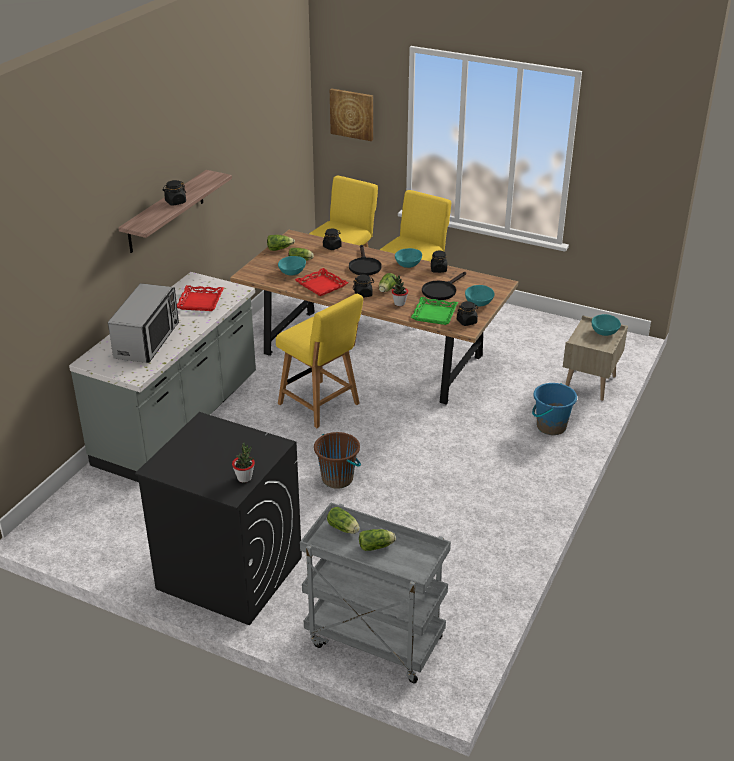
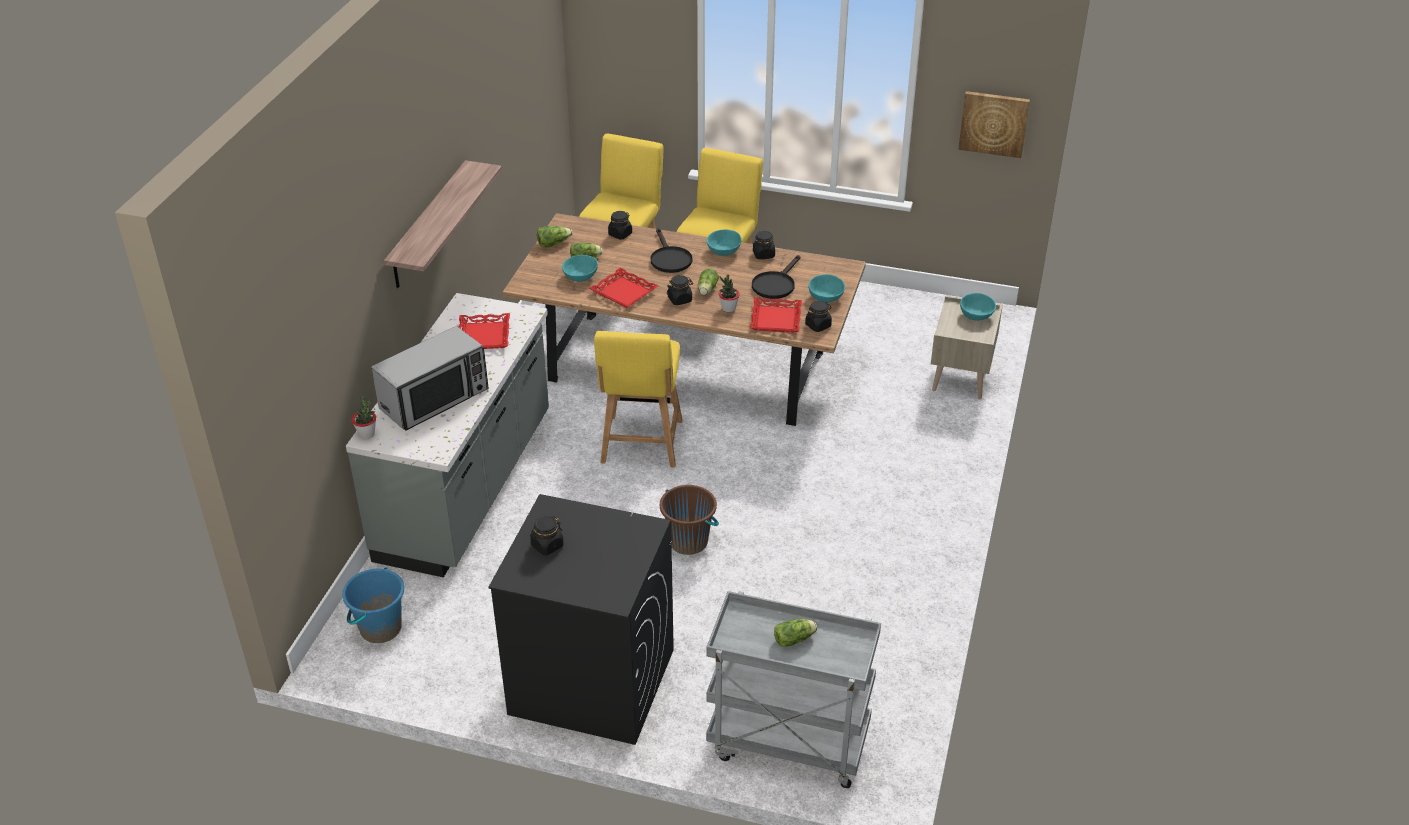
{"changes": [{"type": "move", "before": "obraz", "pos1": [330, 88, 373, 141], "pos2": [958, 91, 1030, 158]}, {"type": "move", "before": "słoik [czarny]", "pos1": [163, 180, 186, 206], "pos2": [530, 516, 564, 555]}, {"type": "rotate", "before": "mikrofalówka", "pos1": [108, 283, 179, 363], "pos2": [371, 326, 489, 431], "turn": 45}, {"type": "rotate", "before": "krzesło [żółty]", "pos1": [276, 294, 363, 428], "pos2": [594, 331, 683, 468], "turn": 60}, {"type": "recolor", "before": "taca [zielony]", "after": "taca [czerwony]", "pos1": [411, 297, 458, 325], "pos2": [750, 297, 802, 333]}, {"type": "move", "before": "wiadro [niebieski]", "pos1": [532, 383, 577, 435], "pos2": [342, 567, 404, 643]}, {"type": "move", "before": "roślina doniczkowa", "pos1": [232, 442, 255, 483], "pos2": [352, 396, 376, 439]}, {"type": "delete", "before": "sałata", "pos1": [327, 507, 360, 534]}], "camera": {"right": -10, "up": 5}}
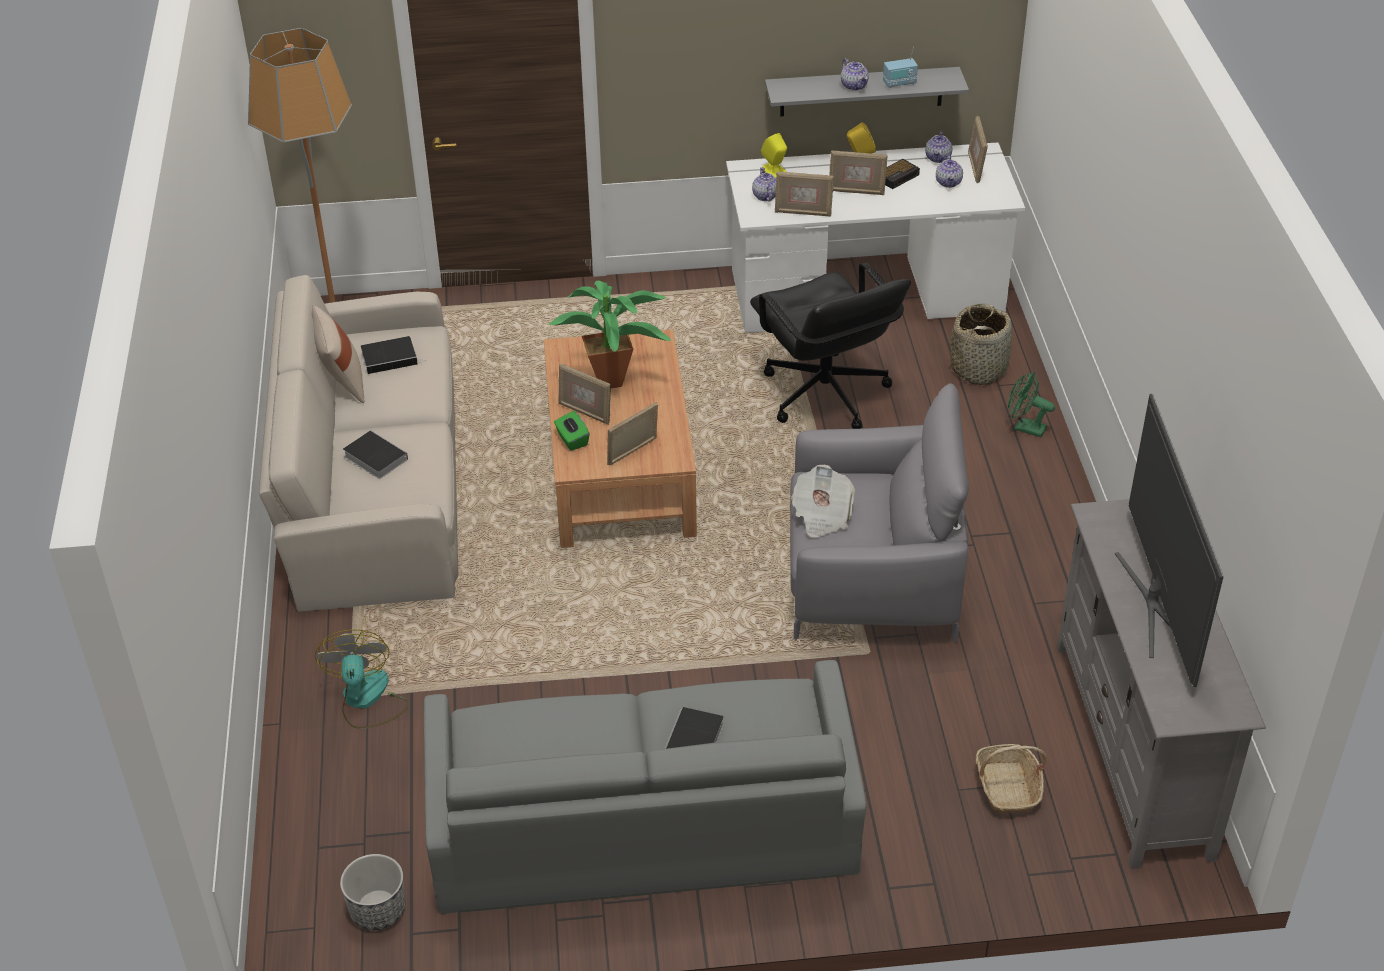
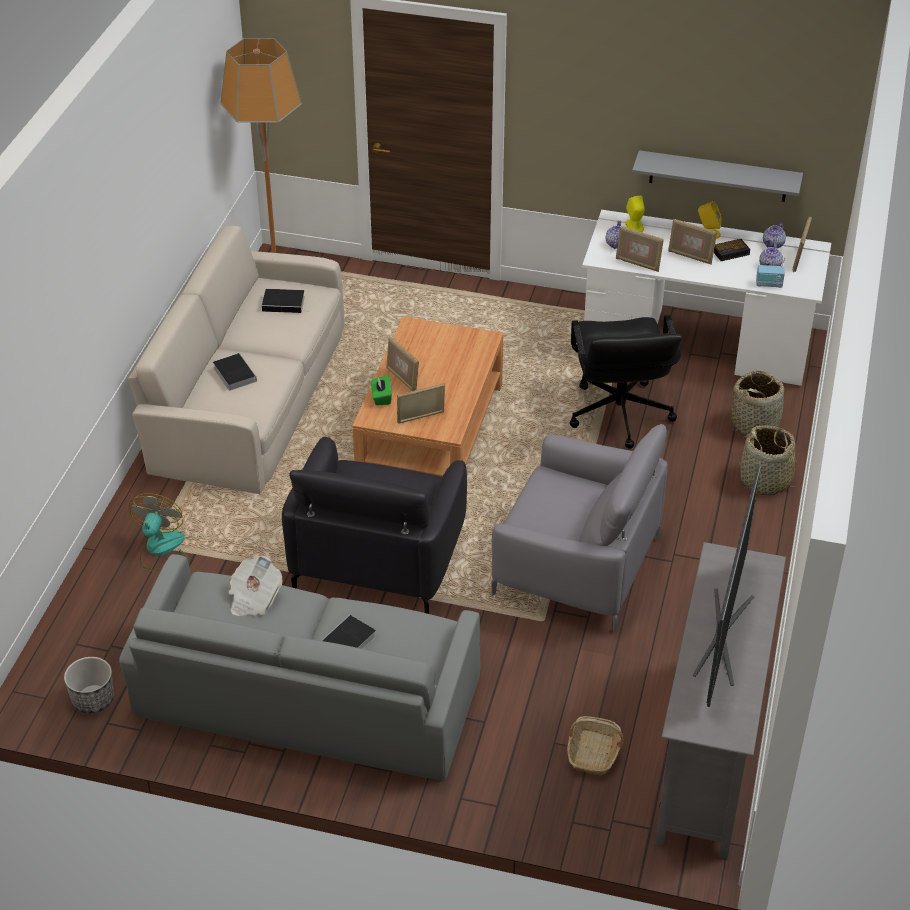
{"changes": [{"type": "move", "before": "radio", "pos1": [883, 47, 918, 88], "pos2": [756, 258, 785, 288]}, {"type": "delete", "before": "imbryk", "pos1": [841, 58, 869, 91]}, {"type": "delete", "before": "roślina doniczkowa", "pos1": [549, 280, 671, 388]}, {"type": "delete", "before": "poduszka [beżowy]", "pos1": [312, 306, 364, 403]}, {"type": "replace", "before": "wentylator [zielony]", "after": "koszyk", "pos1": [1008, 372, 1055, 437], "pos2": [738, 425, 799, 495]}, {"type": "move", "before": "gazeta", "pos1": [791, 465, 855, 538], "pos2": [229, 556, 283, 616]}, {"type": "insert", "after": "fotel [czarny]", "pos2": [282, 437, 467, 614]}], "camera": {"right": 20, "up": 0}}
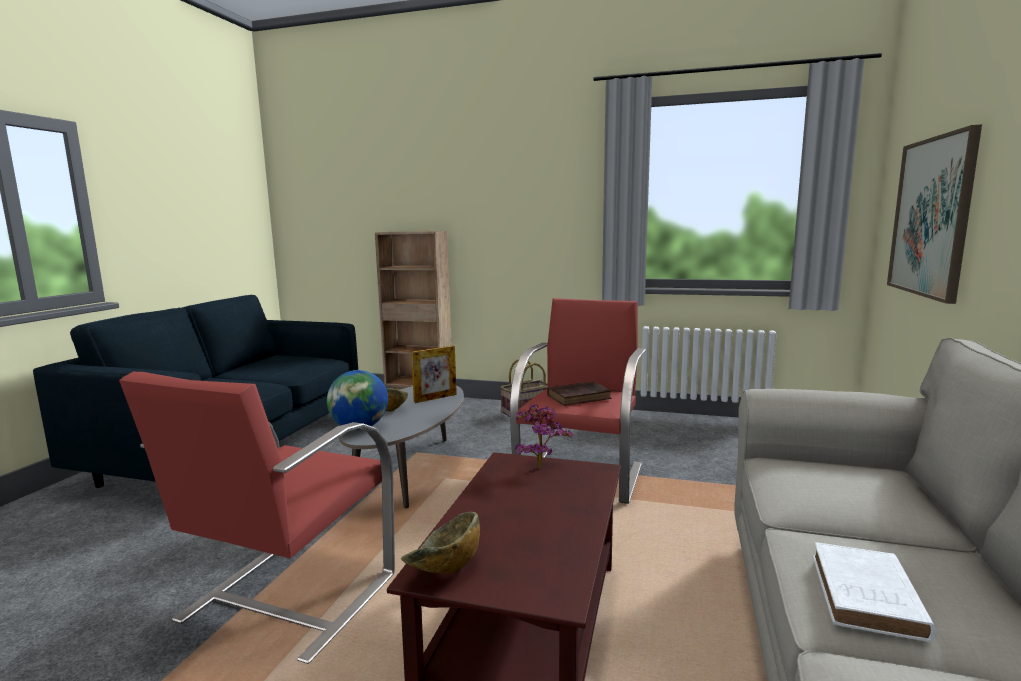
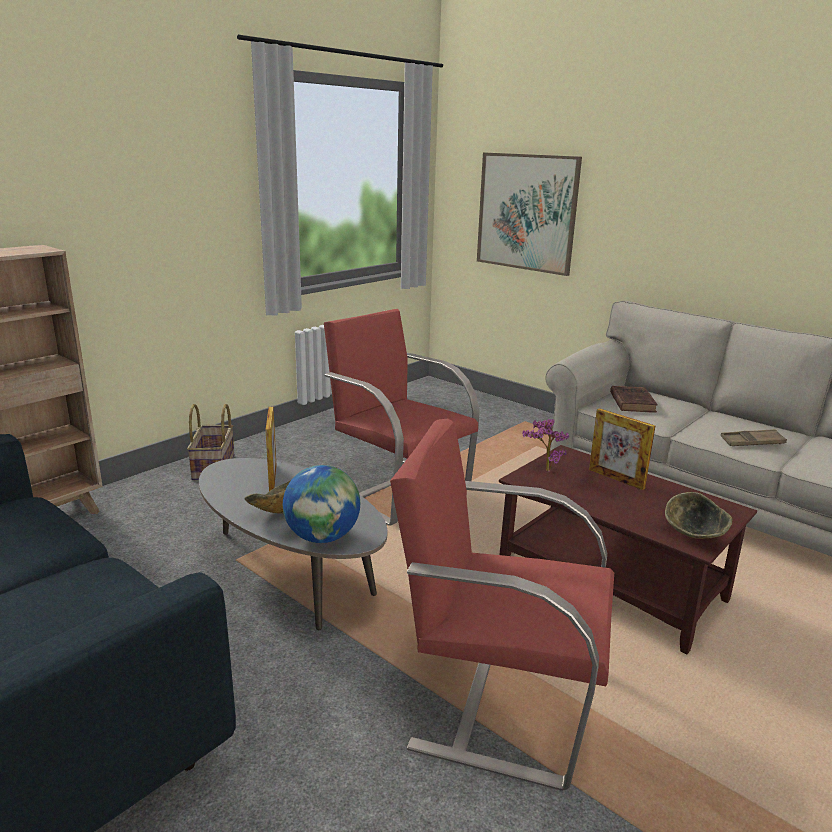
{"changes": [{"type": "rotate", "before": "fotel [czerwony]", "pos1": [119, 372, 395, 664], "pos2": [390, 419, 614, 791], "turn": 150}, {"type": "move", "before": "książka [brązowy]", "pos1": [547, 381, 612, 406], "pos2": [610, 386, 658, 413]}, {"type": "replace", "before": "książka [biały]", "after": "taca [brązowy]", "pos1": [813, 542, 936, 642], "pos2": [721, 429, 787, 446]}, {"type": "insert", "after": "ramka na zdjęcie", "pos2": [589, 408, 655, 490]}], "camera": {"right": -65, "up": 10}}
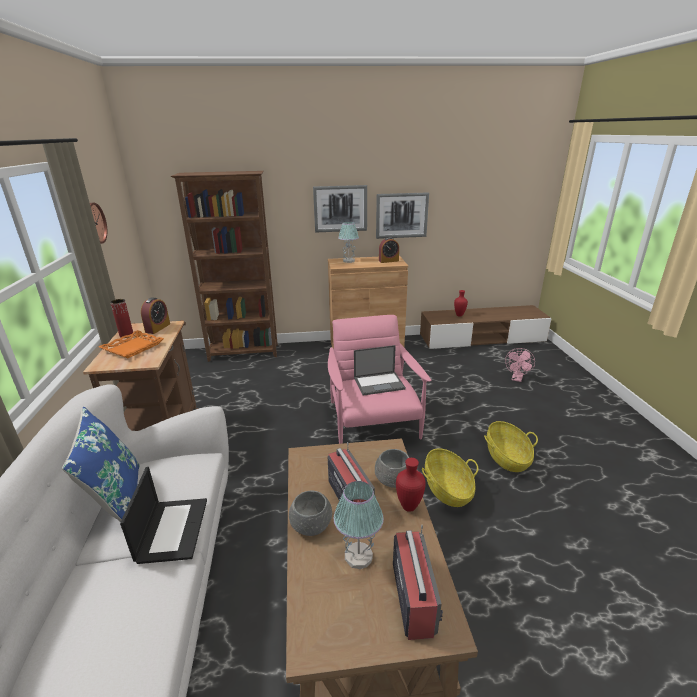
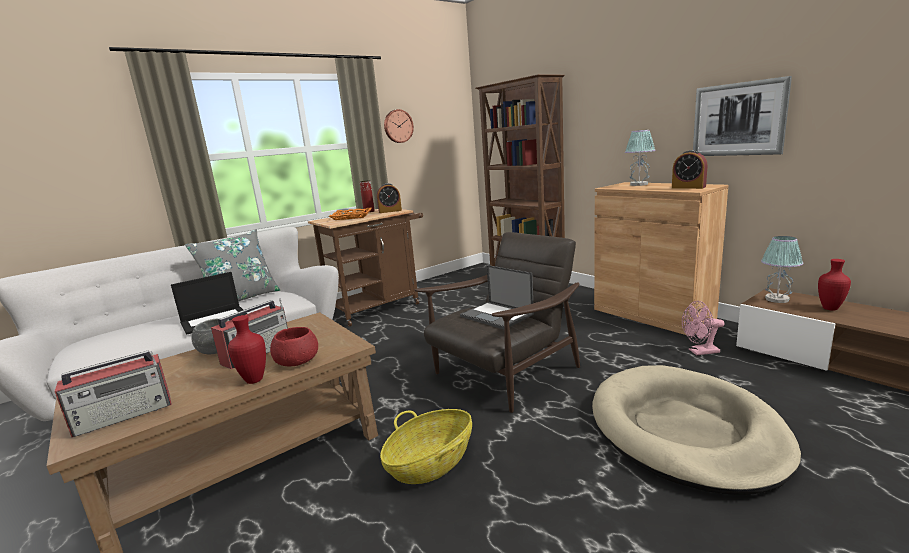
{"changes": [{"type": "delete", "before": "obraz", "pos1": [313, 185, 367, 232]}, {"type": "recolor", "before": "fotel [różowy]", "after": "fotel [brązowy]", "pos1": [328, 315, 431, 444], "pos2": [415, 232, 580, 413]}, {"type": "move", "before": "wentylator [różowy]", "pos1": [505, 348, 535, 382], "pos2": [682, 301, 725, 355]}, {"type": "recolor", "before": "poduszka [niebieski]", "after": "poduszka [szary]", "pos1": [62, 406, 139, 522], "pos2": [185, 229, 280, 301]}, {"type": "delete", "before": "koszyk", "pos1": [484, 421, 538, 472]}, {"type": "recolor", "before": "miska [szary]", "after": "miska [czerwony]", "pos1": [375, 449, 410, 488], "pos2": [270, 327, 318, 366]}, {"type": "move", "before": "lampa stołowa", "pos1": [334, 481, 384, 569], "pos2": [761, 236, 803, 303]}, {"type": "insert", "after": "legowisko [beżowy]", "pos2": [592, 365, 801, 495]}], "camera": {"right": 60, "up": -10}}
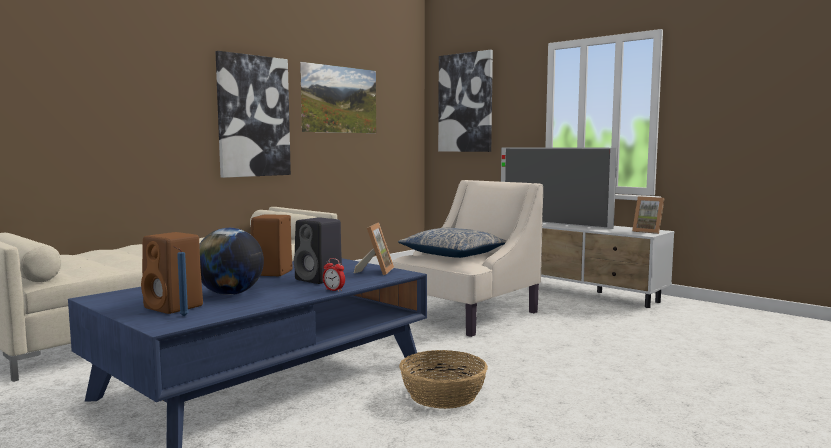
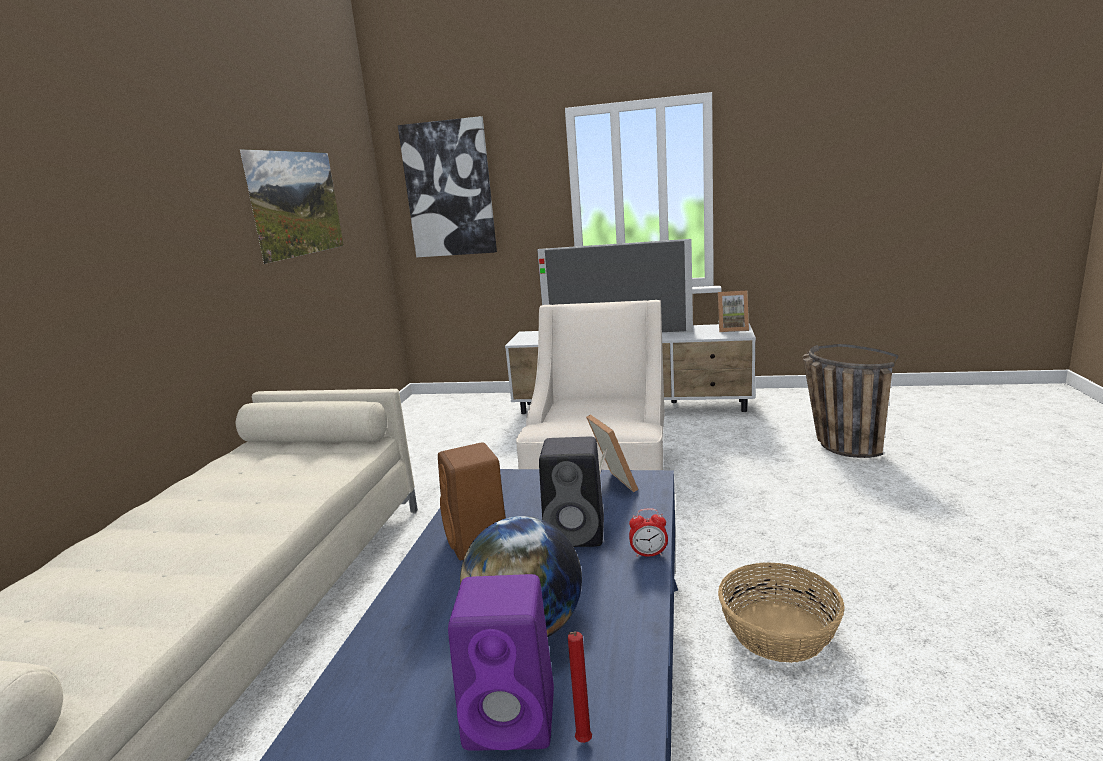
{"changes": [{"type": "delete", "before": "obraz", "pos1": [215, 51, 291, 178]}, {"type": "delete", "before": "poduszka", "pos1": [398, 228, 507, 258]}, {"type": "recolor", "before": "głośnik [brązowy]", "after": "głośnik [fioletowy]", "pos1": [141, 232, 203, 314], "pos2": [448, 574, 554, 751]}, {"type": "recolor", "before": "świeca [niebieski]", "after": "świeca [czerwony]", "pos1": [173, 246, 189, 316], "pos2": [568, 631, 592, 743]}, {"type": "insert", "after": "koszyk", "pos2": [803, 344, 898, 458]}], "camera": {"right": -30, "up": 10}}
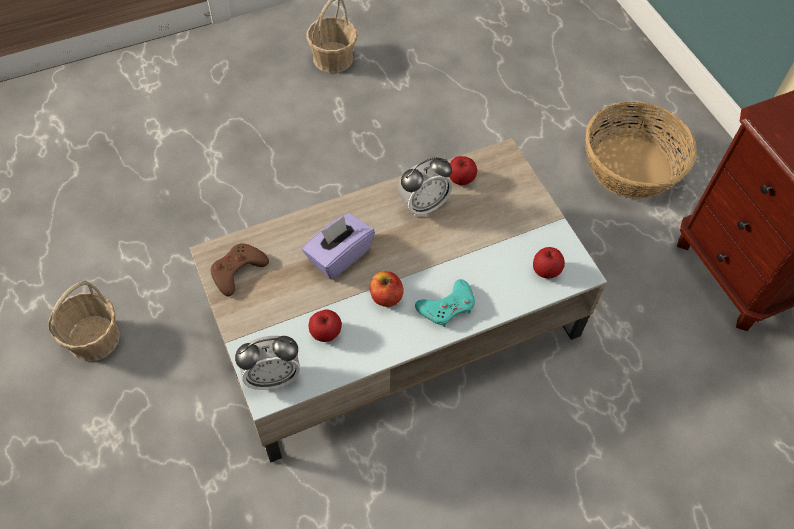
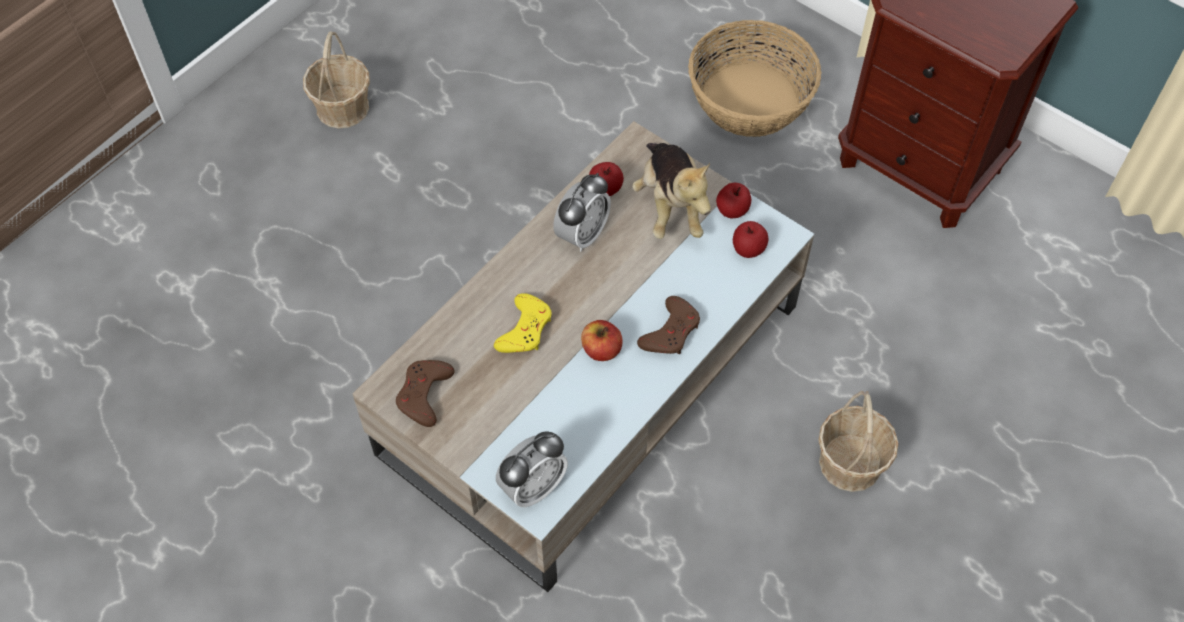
{"changes": [{"type": "replace", "before": "pudełko chusteczek [fioletowy]", "after": "pad do gier [żółty]", "pos1": [302, 213, 375, 280], "pos2": [494, 293, 551, 353]}, {"type": "recolor", "before": "pad do gier [turkusowy]", "after": "pad do gier [brązowy]", "pos1": [415, 279, 475, 327], "pos2": [637, 296, 700, 354]}, {"type": "move", "before": "koszyk", "pos1": [48, 280, 120, 362], "pos2": [818, 391, 899, 492]}, {"type": "move", "before": "jabłko", "pos1": [309, 309, 342, 342], "pos2": [716, 183, 751, 219]}, {"type": "insert", "after": "pluszak", "pos2": [632, 143, 711, 239]}], "camera": {"right": -25, "up": 0}}
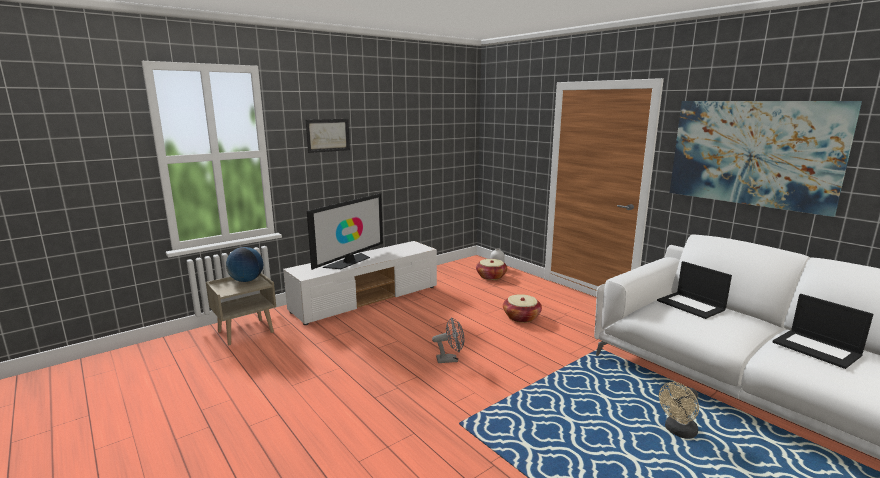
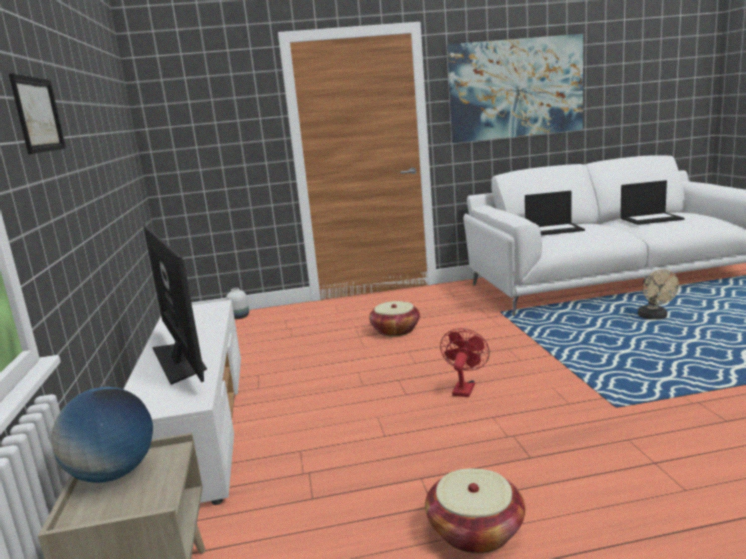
{"changes": [{"type": "move", "before": "koszyk", "pos1": [476, 259, 507, 280], "pos2": [425, 468, 525, 554]}, {"type": "recolor", "before": "wentylator [szary]", "after": "wentylator [czerwony]", "pos1": [432, 317, 464, 363], "pos2": [440, 328, 490, 397]}], "camera": {"right": -60, "up": 0}}
